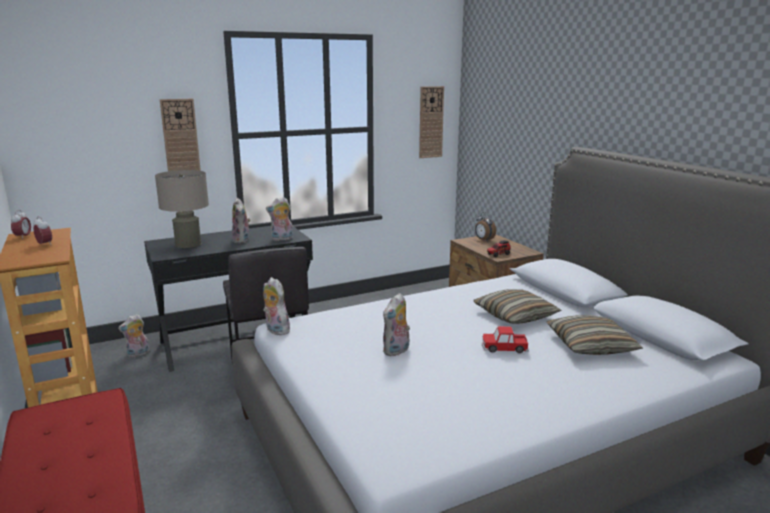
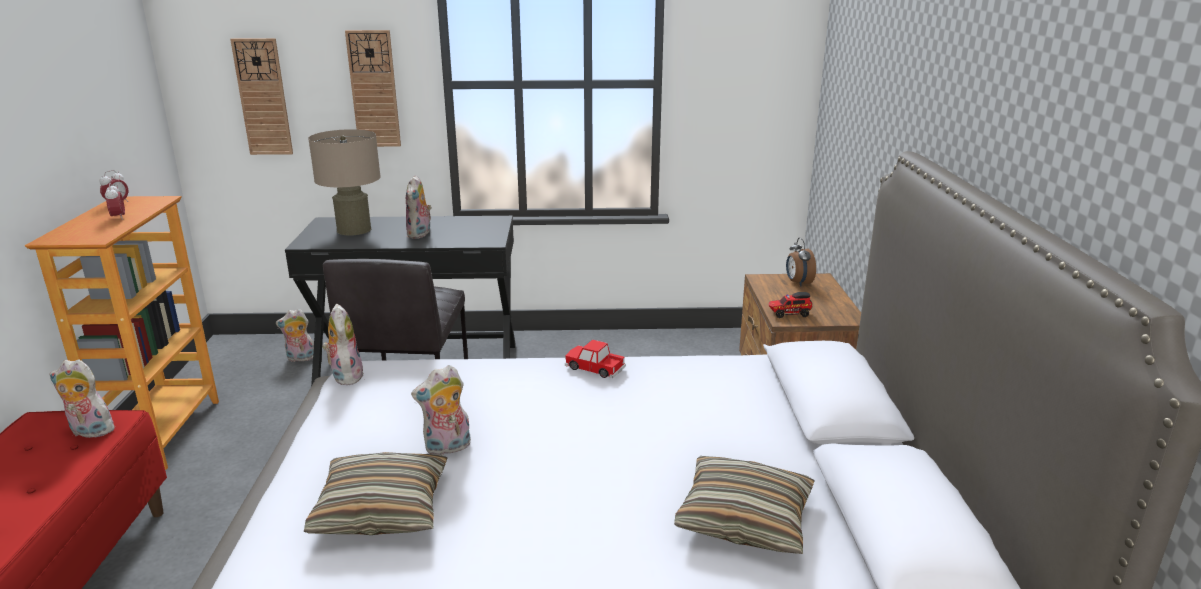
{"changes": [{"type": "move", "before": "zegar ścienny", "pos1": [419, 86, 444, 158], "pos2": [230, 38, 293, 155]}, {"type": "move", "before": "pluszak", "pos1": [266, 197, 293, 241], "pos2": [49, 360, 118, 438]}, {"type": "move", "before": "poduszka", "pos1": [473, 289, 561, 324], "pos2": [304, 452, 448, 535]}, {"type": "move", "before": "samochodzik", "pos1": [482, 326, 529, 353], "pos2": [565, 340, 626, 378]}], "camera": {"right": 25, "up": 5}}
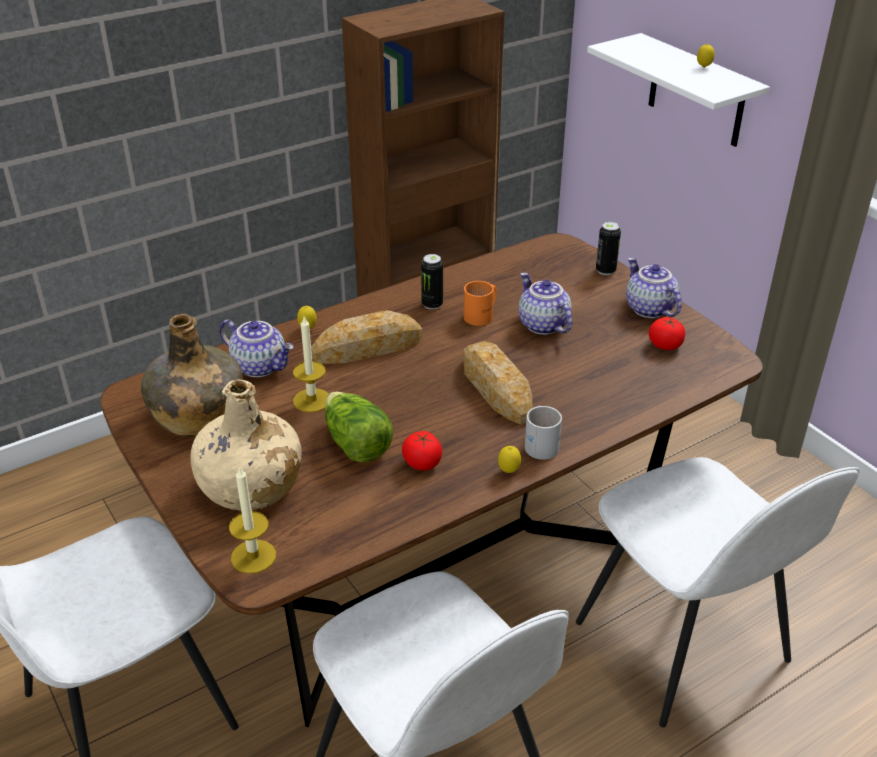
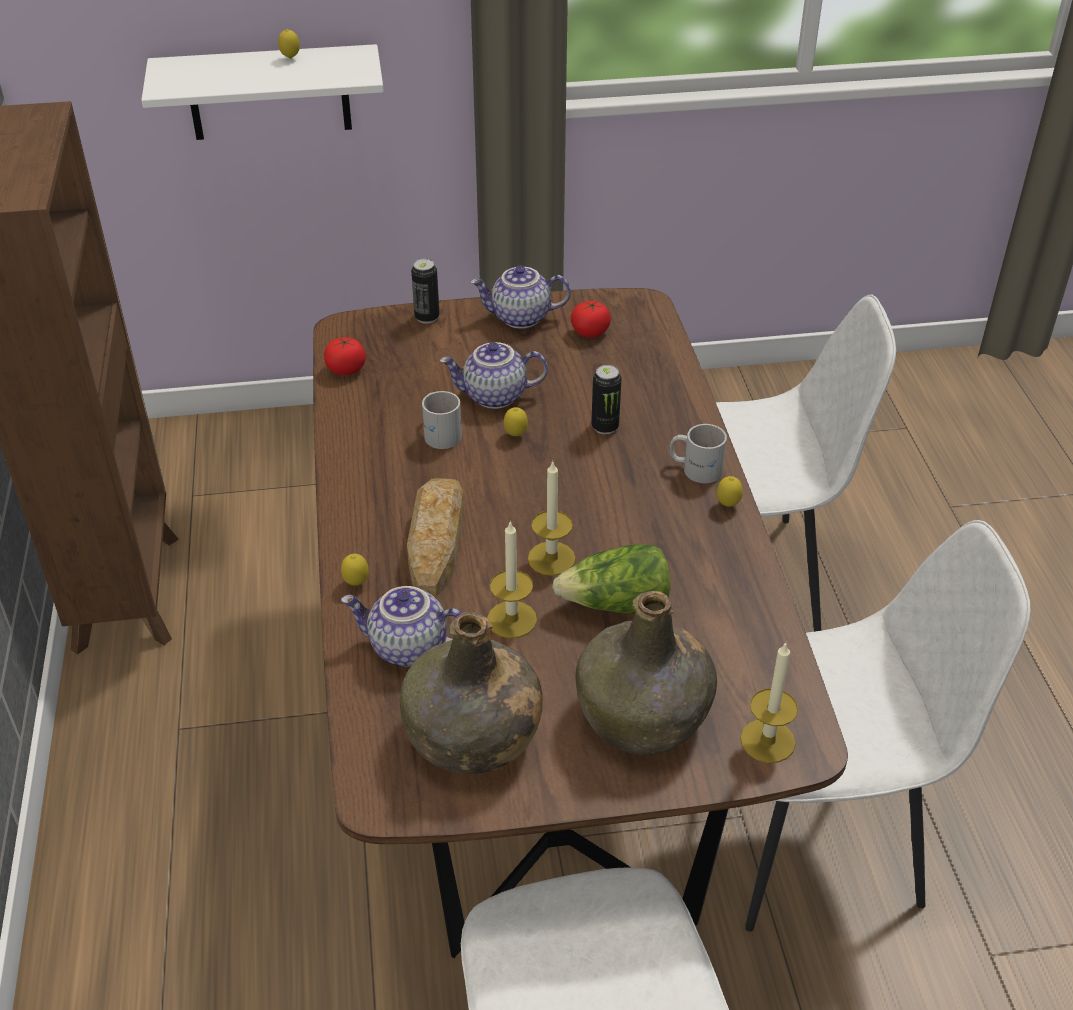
{"changes": [{"type": "move", "before": "puszka", "pos1": [421, 254, 443, 310], "pos2": [591, 365, 622, 434]}, {"type": "recolor", "before": "kubek [pomarańczowy]", "after": "kubek [biały]", "pos1": [463, 281, 497, 326], "pos2": [422, 391, 462, 449]}, {"type": "rotate", "before": "imbryk", "pos1": [219, 320, 294, 377], "pos2": [341, 586, 463, 666], "turn": -135}, {"type": "delete", "before": "chleb", "pos1": [464, 341, 532, 424]}, {"type": "recolor", "before": "butelka [beżowy]", "after": "butelka [zielony]", "pos1": [190, 380, 302, 511], "pos2": [576, 591, 717, 755]}, {"type": "move", "before": "pomidor", "pos1": [402, 431, 442, 471], "pos2": [324, 337, 366, 375]}, {"type": "insert", "after": "cytryna", "pos2": [504, 407, 528, 436]}, {"type": "insert", "after": "świeca", "pos2": [528, 460, 576, 576]}], "camera": {"right": -65, "up": 5}}
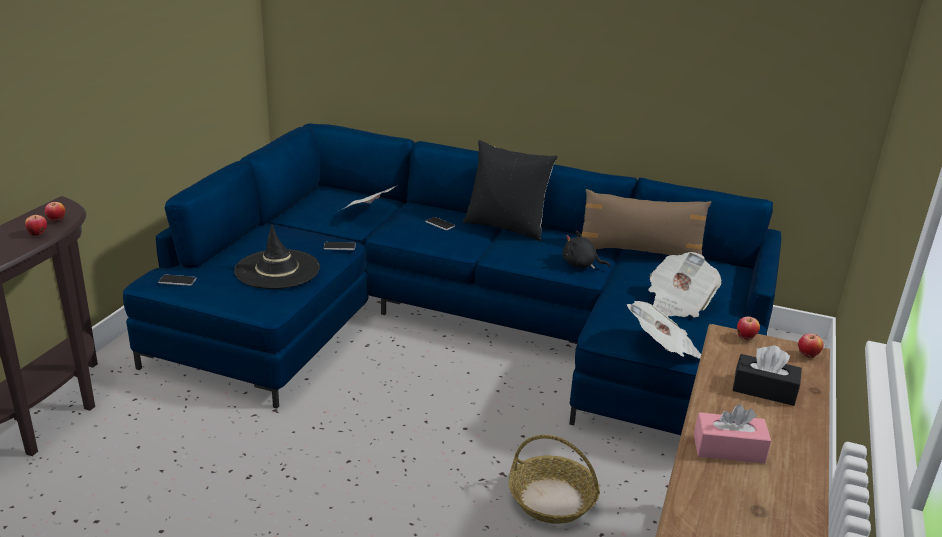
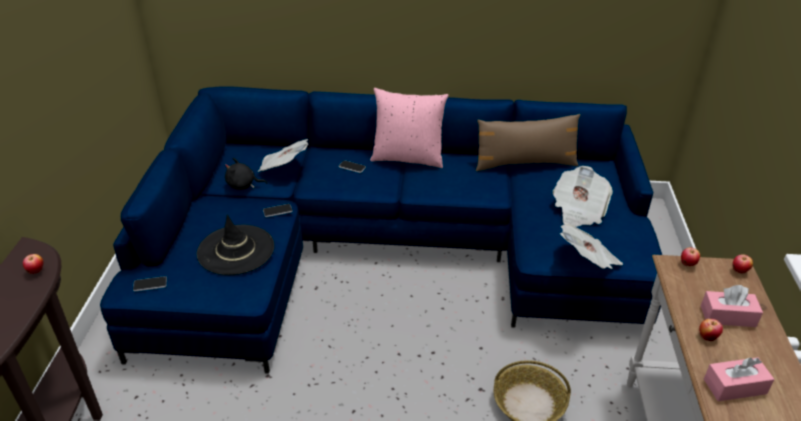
{"changes": [{"type": "recolor", "before": "poduszka [czarny]", "after": "poduszka [różowy]", "pos1": [463, 140, 558, 241], "pos2": [370, 88, 449, 168]}, {"type": "move", "before": "jabłko", "pos1": [25, 215, 47, 236], "pos2": [699, 319, 723, 341]}, {"type": "move", "before": "pluszak [czarny]", "pos1": [562, 231, 610, 269], "pos2": [224, 158, 268, 190]}, {"type": "recolor", "before": "pudełko chusteczek [czarny]", "after": "pudełko chusteczek [różowy]", "pos1": [733, 345, 802, 406], "pos2": [701, 285, 763, 327]}], "camera": {"right": -15, "up": 10}}
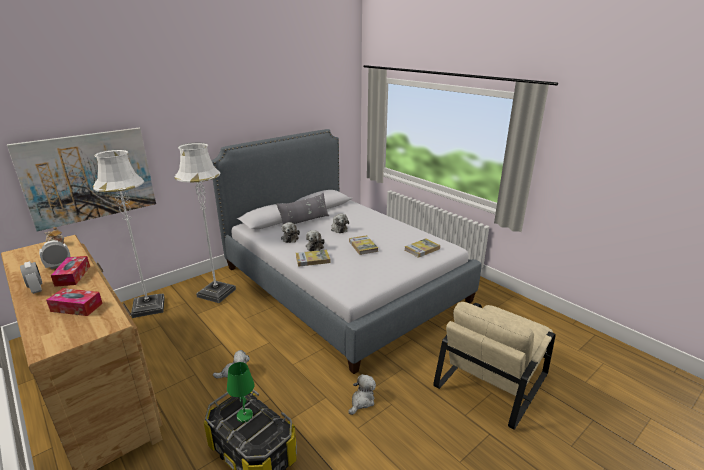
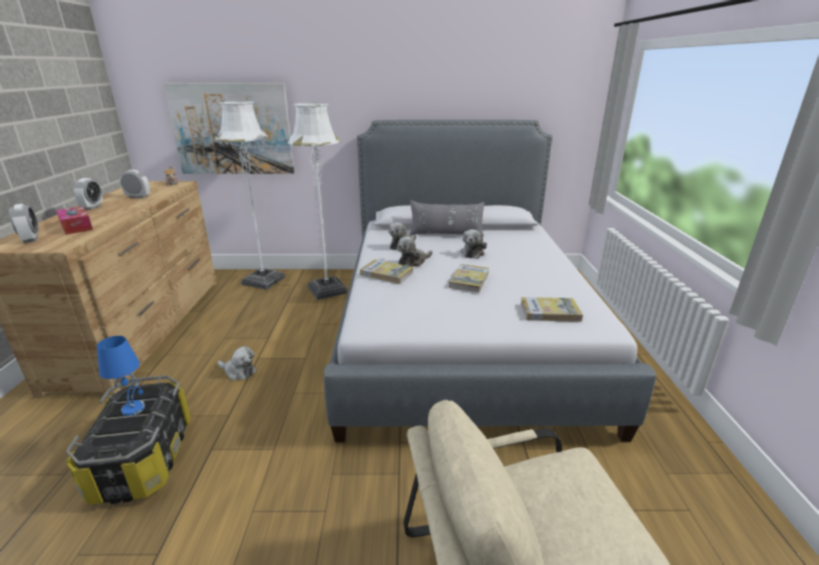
{"changes": [{"type": "delete", "before": "pudełko chusteczek", "pos1": [51, 256, 90, 287]}, {"type": "recolor", "before": "lampa stołowa [zielony]", "after": "lampa stołowa [niebieski]", "pos1": [227, 362, 255, 423], "pos2": [97, 336, 145, 416]}, {"type": "delete", "before": "pluszak", "pos1": [349, 374, 376, 415]}, {"type": "insert", "after": "budzik", "pos2": [9, 204, 38, 243]}], "camera": {"right": 40, "up": 0}}
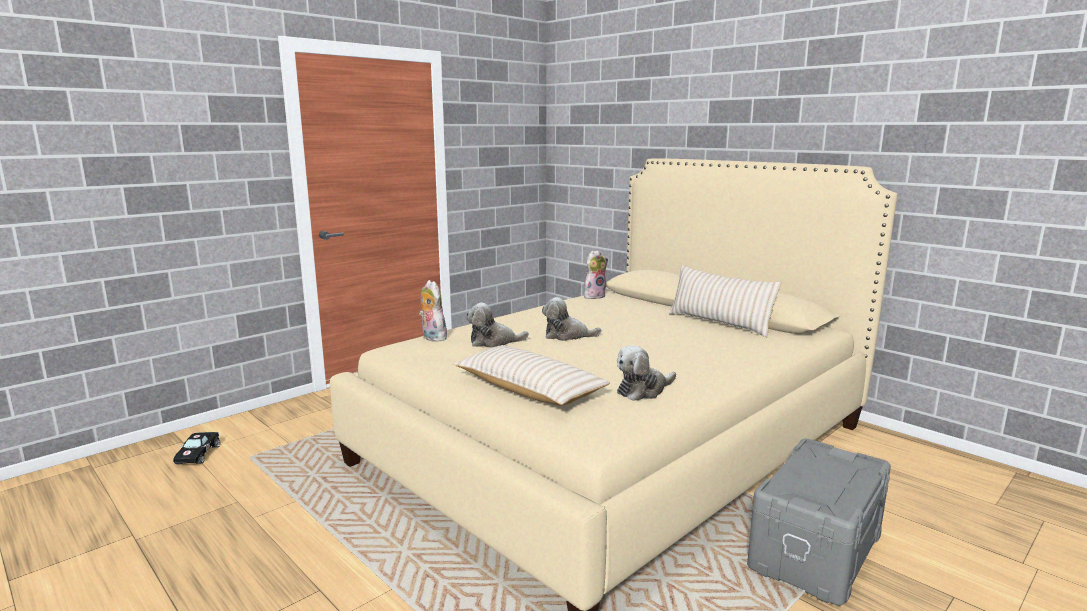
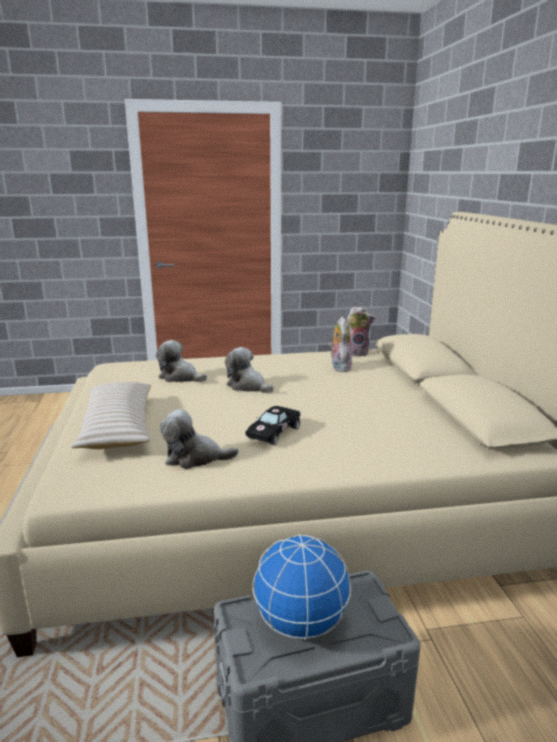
{"changes": [{"type": "delete", "before": "poduszka [beżowy]", "pos1": [669, 265, 781, 337]}, {"type": "move", "before": "pluszak", "pos1": [419, 280, 447, 342], "pos2": [329, 317, 352, 372]}, {"type": "move", "before": "samochodzik [czarny]", "pos1": [173, 432, 220, 464], "pos2": [246, 406, 301, 445]}, {"type": "insert", "after": "globus", "pos2": [252, 534, 351, 640]}], "camera": {"right": 35, "up": 5}}
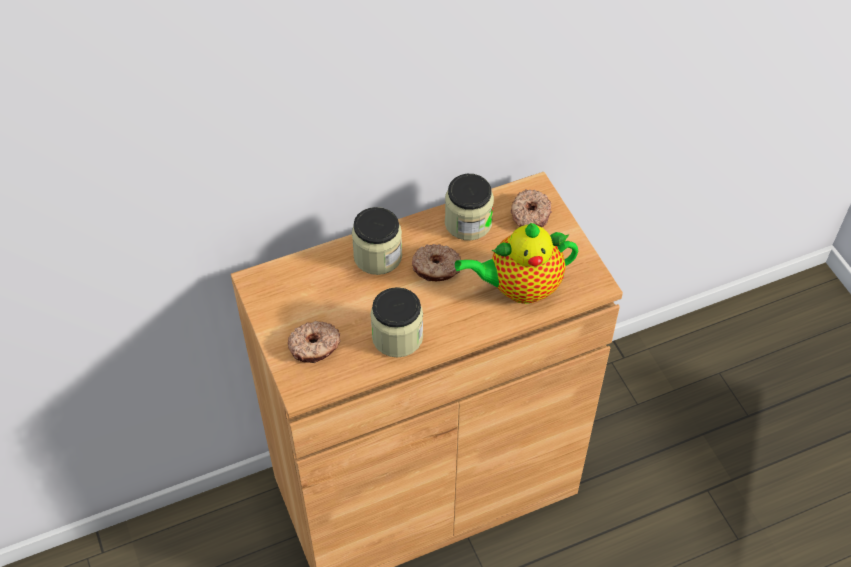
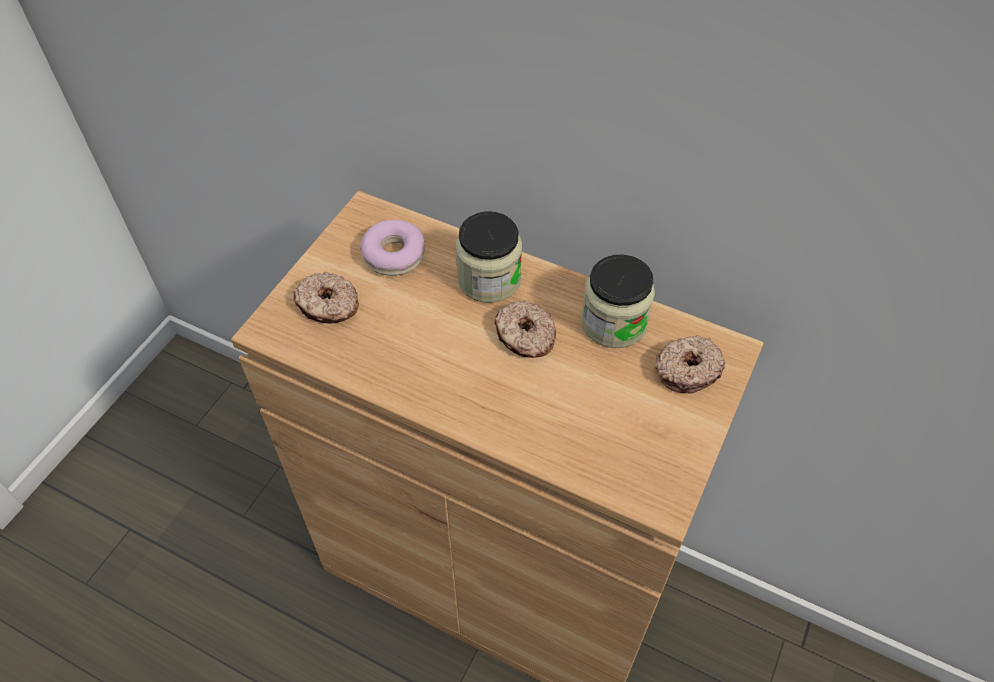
{"changes": [{"type": "delete", "before": "imbryk", "pos1": [455, 223, 578, 304]}, {"type": "delete", "before": "słoik", "pos1": [370, 287, 423, 358]}, {"type": "insert", "after": "donut", "pos2": [360, 220, 425, 276]}], "camera": {"right": 50, "up": 0}}
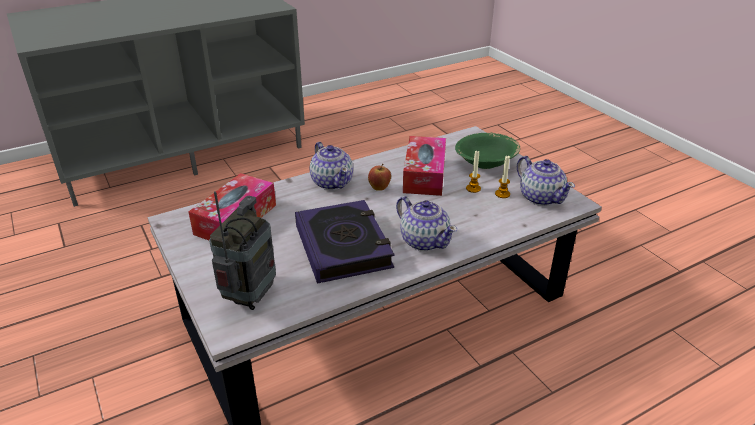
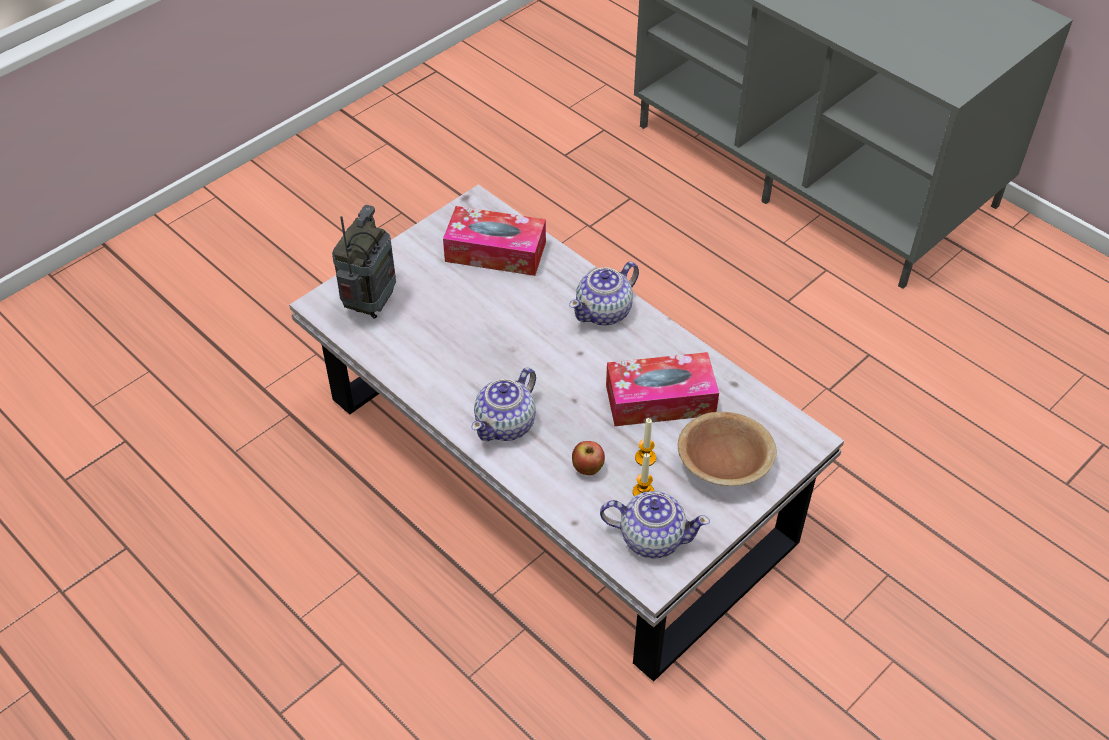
{"changes": [{"type": "recolor", "before": "miska [zielony]", "after": "miska [brązowy]", "pos1": [455, 133, 520, 169], "pos2": [678, 412, 777, 486]}, {"type": "rotate", "before": "imbryk", "pos1": [517, 156, 575, 206], "pos2": [600, 491, 710, 559], "turn": -120}, {"type": "move", "before": "jabłko", "pos1": [368, 164, 391, 191], "pos2": [572, 441, 605, 475]}, {"type": "rotate", "before": "radio", "pos1": [209, 191, 276, 310], "pos2": [332, 205, 396, 319], "turn": -75}, {"type": "delete", "before": "książka", "pos1": [295, 200, 395, 284]}], "camera": {"right": 75, "up": 15}}
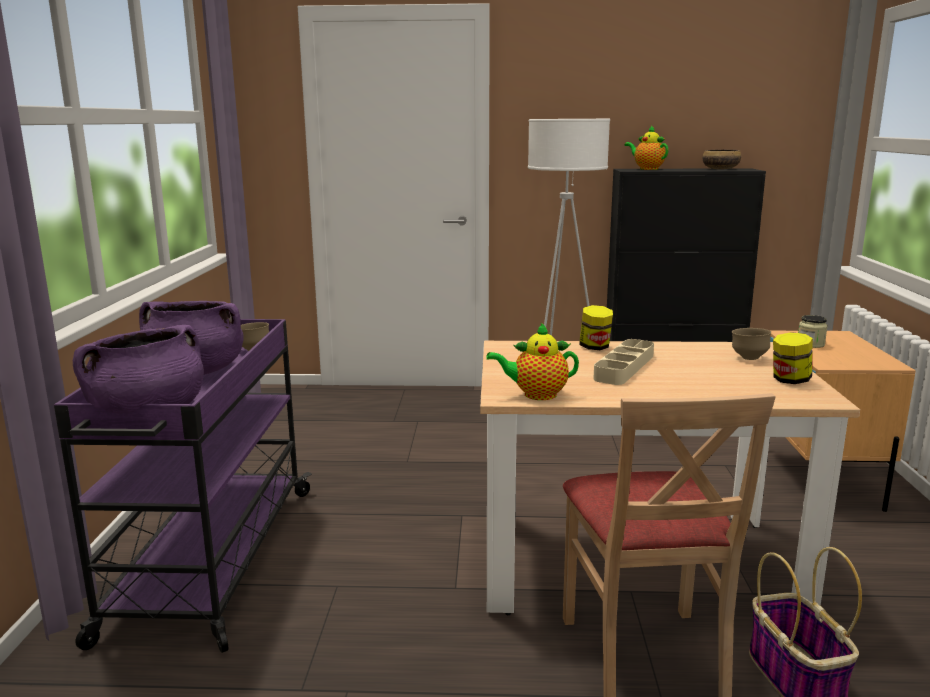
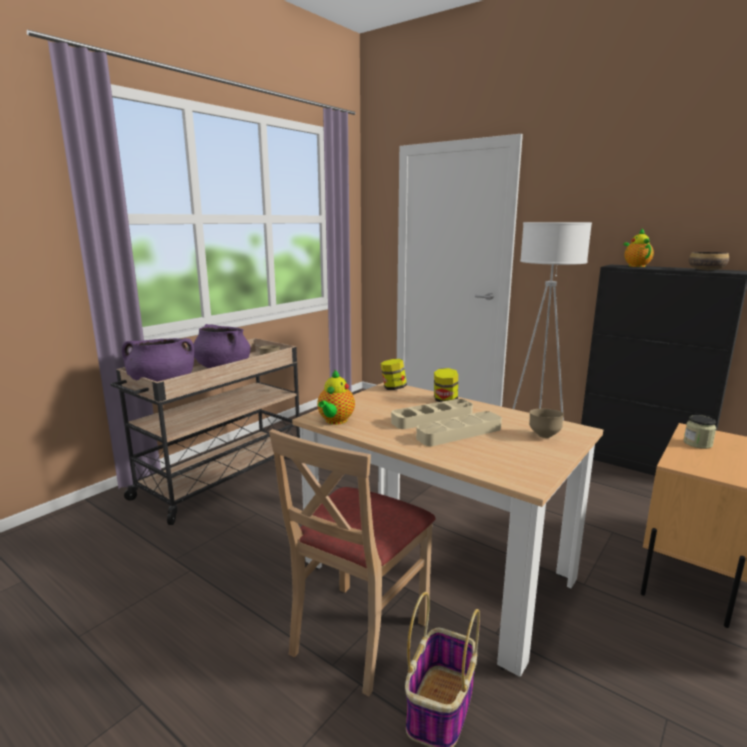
{"changes": [{"type": "recolor", "before": "wózek [fioletowy]", "after": "wózek [beżowy]", "pos1": [54, 319, 312, 653], "pos2": [110, 338, 300, 525]}, {"type": "rotate", "before": "imbryk", "pos1": [486, 322, 579, 400], "pos2": [317, 370, 355, 425], "turn": -105}, {"type": "move", "before": "słoik", "pos1": [773, 332, 813, 384], "pos2": [381, 359, 407, 390]}, {"type": "insert", "after": "taca [beżowy]", "pos2": [416, 411, 502, 446]}], "camera": {"right": 35, "up": 0}}
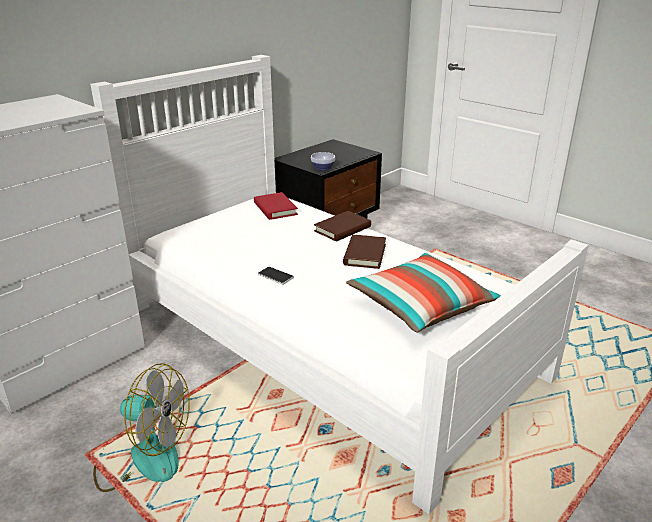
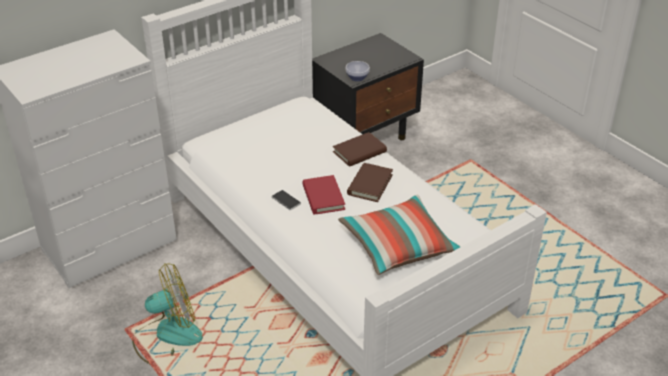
{"changes": [{"type": "move", "before": "książka [czerwony]", "pos1": [254, 192, 298, 220], "pos2": [302, 175, 345, 215]}, {"type": "rotate", "before": "wentylator", "pos1": [93, 363, 190, 492], "pos2": [132, 263, 203, 364], "turn": -45}], "camera": {"right": 10, "up": 10}}
